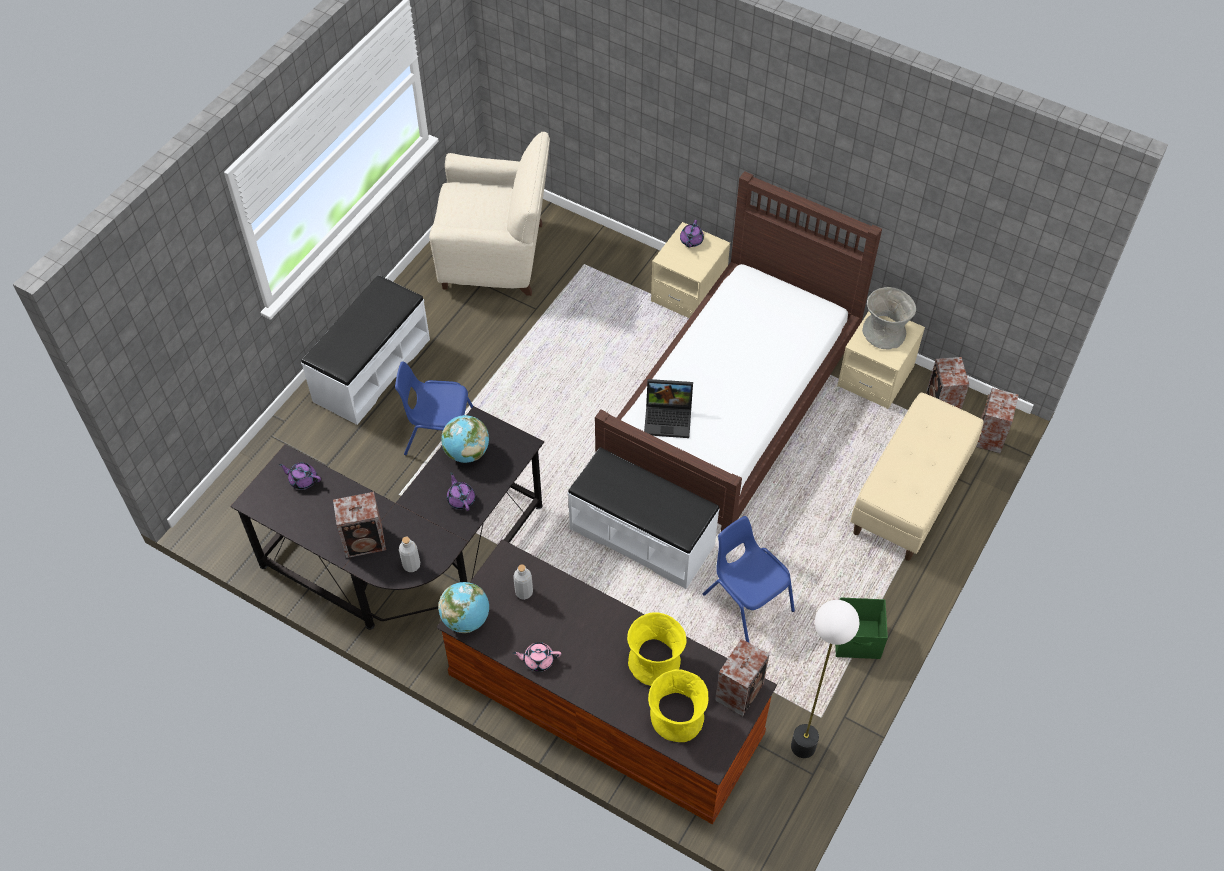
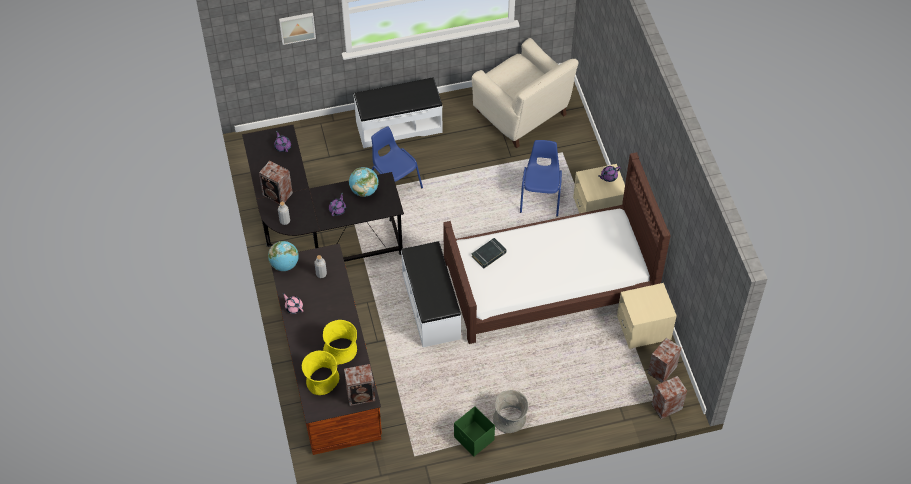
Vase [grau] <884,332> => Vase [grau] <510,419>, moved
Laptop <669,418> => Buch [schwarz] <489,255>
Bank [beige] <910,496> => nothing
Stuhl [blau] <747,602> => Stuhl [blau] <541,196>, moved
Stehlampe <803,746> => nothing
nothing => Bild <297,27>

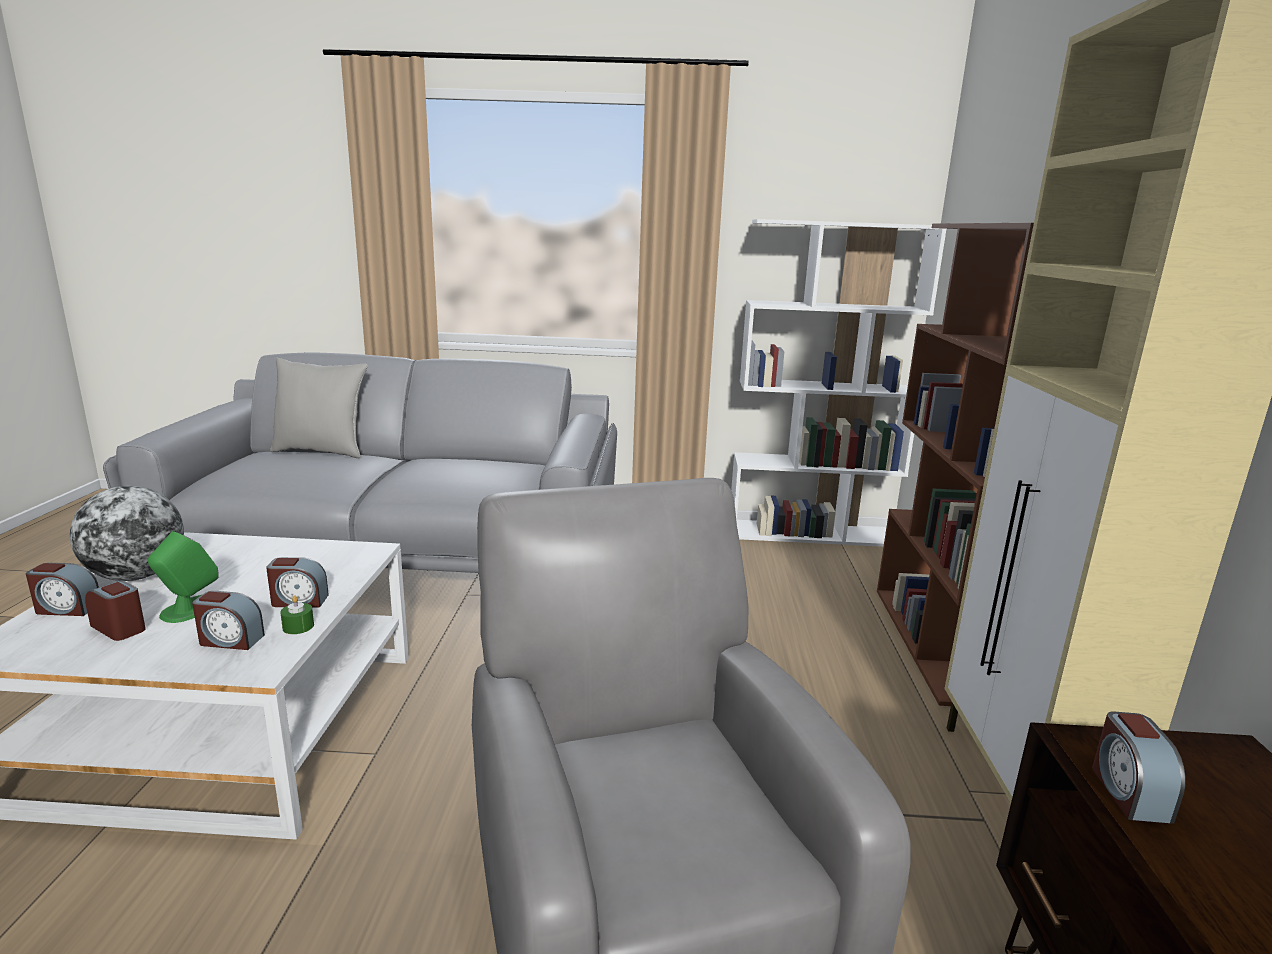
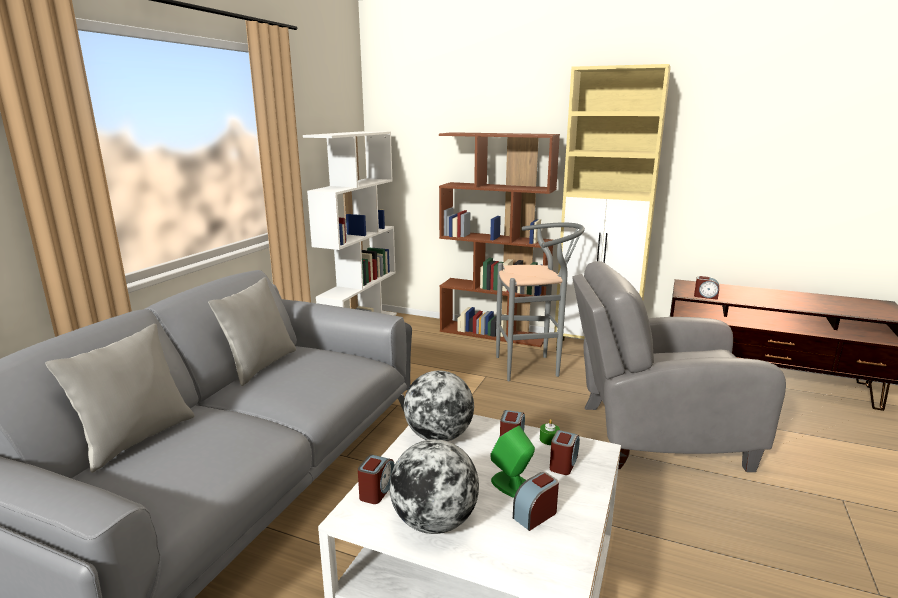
Wecker <67,608> => Wecker <377,490>, moved
nothing => Hocker [grau] <533,367>
nothing => Kissen [grau] <260,365>
nothing => Globus <439,436>

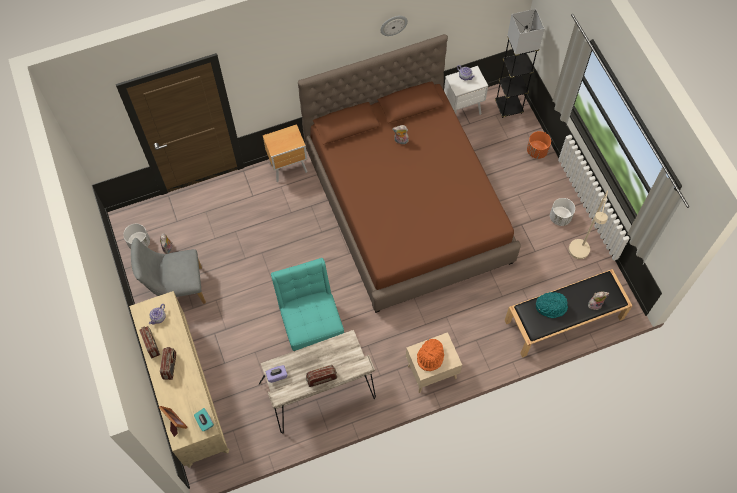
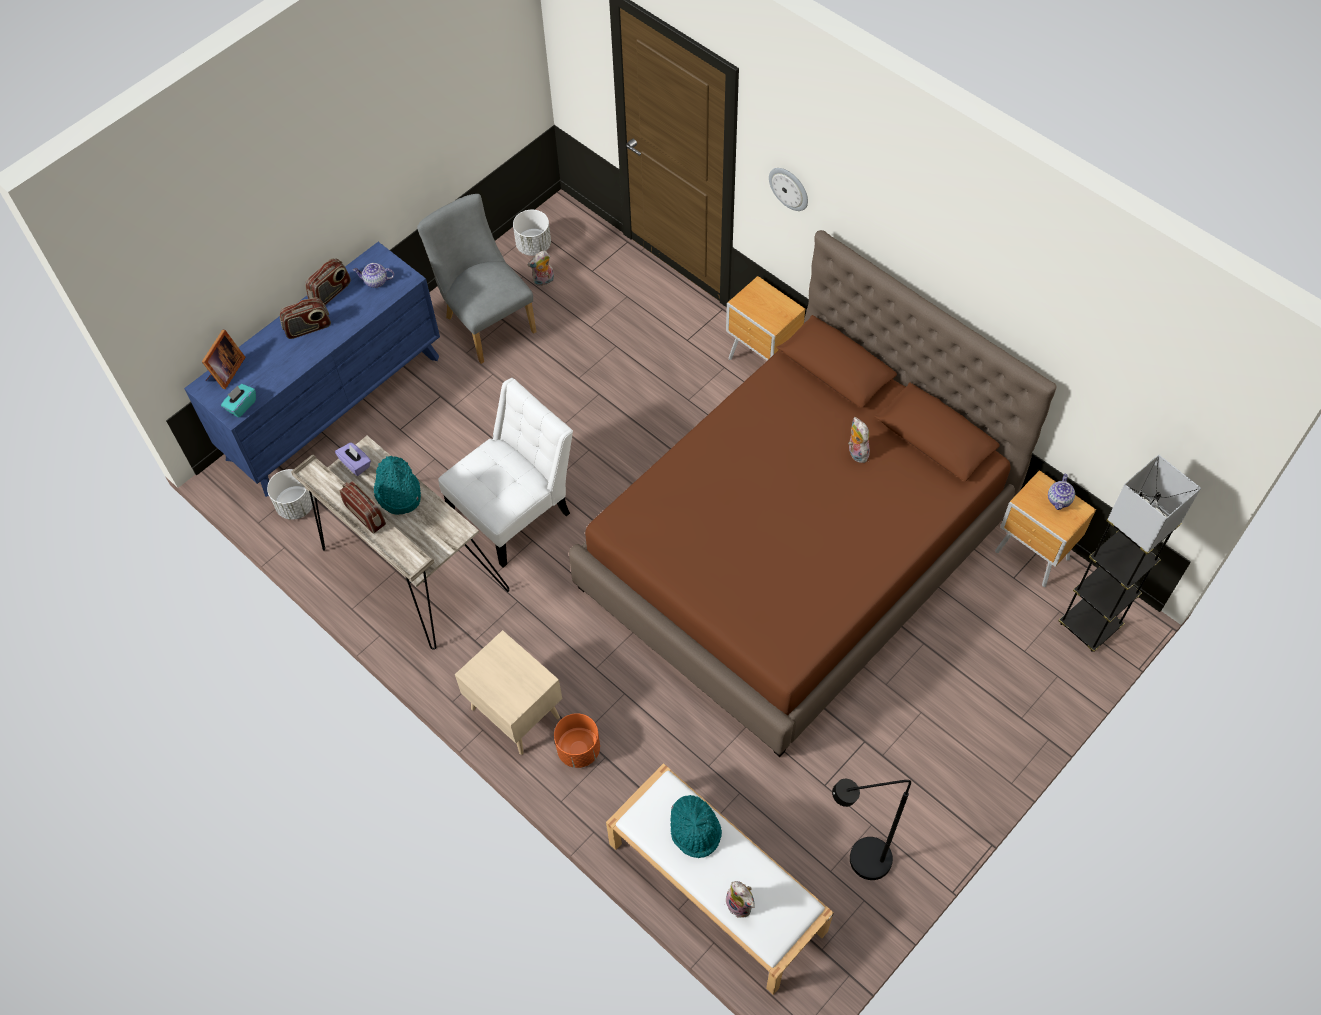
Wanduhr <393,25> => Wanduhr <789,188>, moved
Nachttisch [weiß] <463,110> => Nachttisch [braun] <1032,557>
Pflanzkübel [orange] <537,151> => Pflanzkübel [orange] <578,749>, moved
Stehlampe [beige] <578,255> => Stehlampe [schwarz] <858,863>
Pflanzkübel [weiß] <560,217> => Pflanzkübel [weiß] <296,506>, moved
Stuhl [türkis] <311,324> => Stuhl [weiß] <515,510>
Bank [schwarz] <563,320> => Bank [weiß] <715,887>
Kommode [beige] <187,392> => Kommode [blau] <335,406>
Hut [orange] <430,357> => nothing
nothing => Hut [türkis] <398,493>

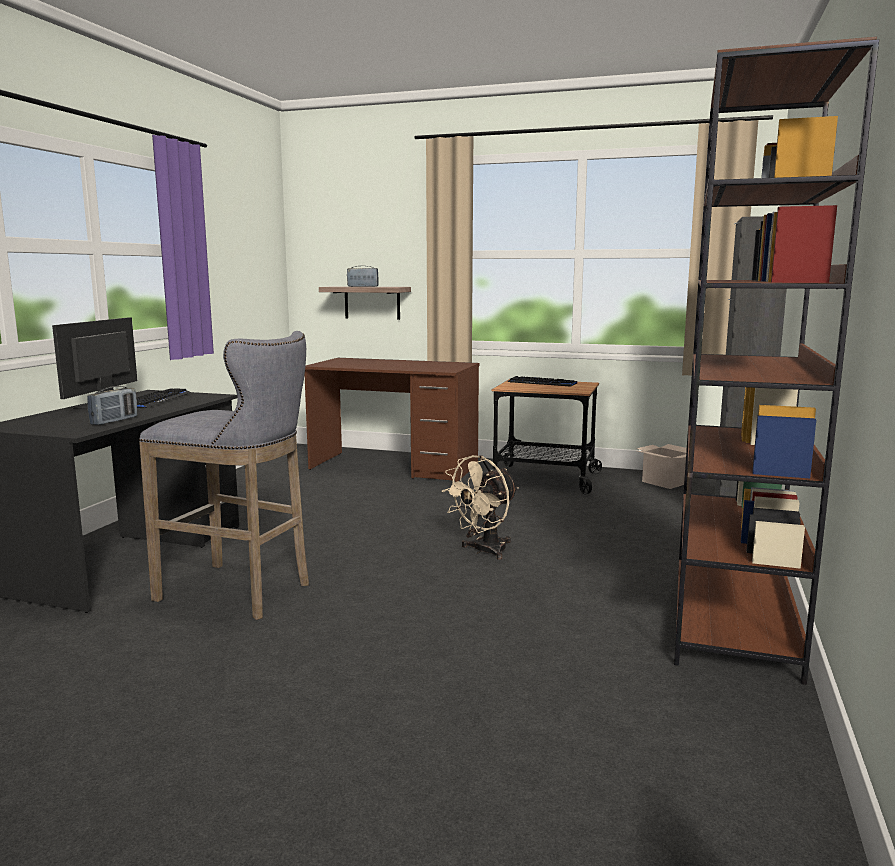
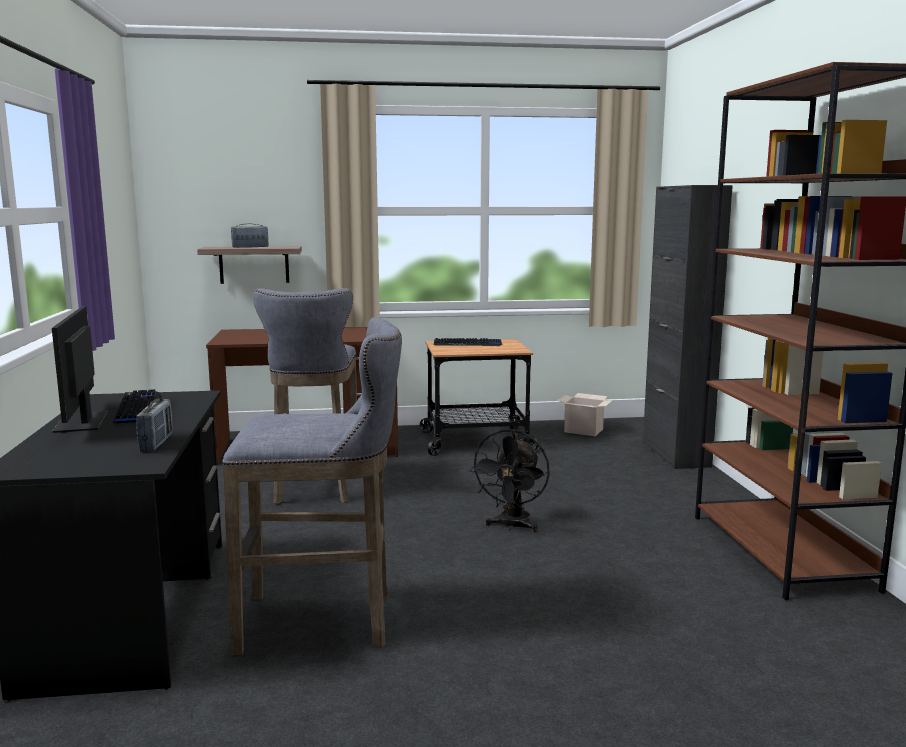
Ventilator [beige] <484,551> => Ventilator [schwarz] <512,526>
nothing => Hocker [grau] <316,488>

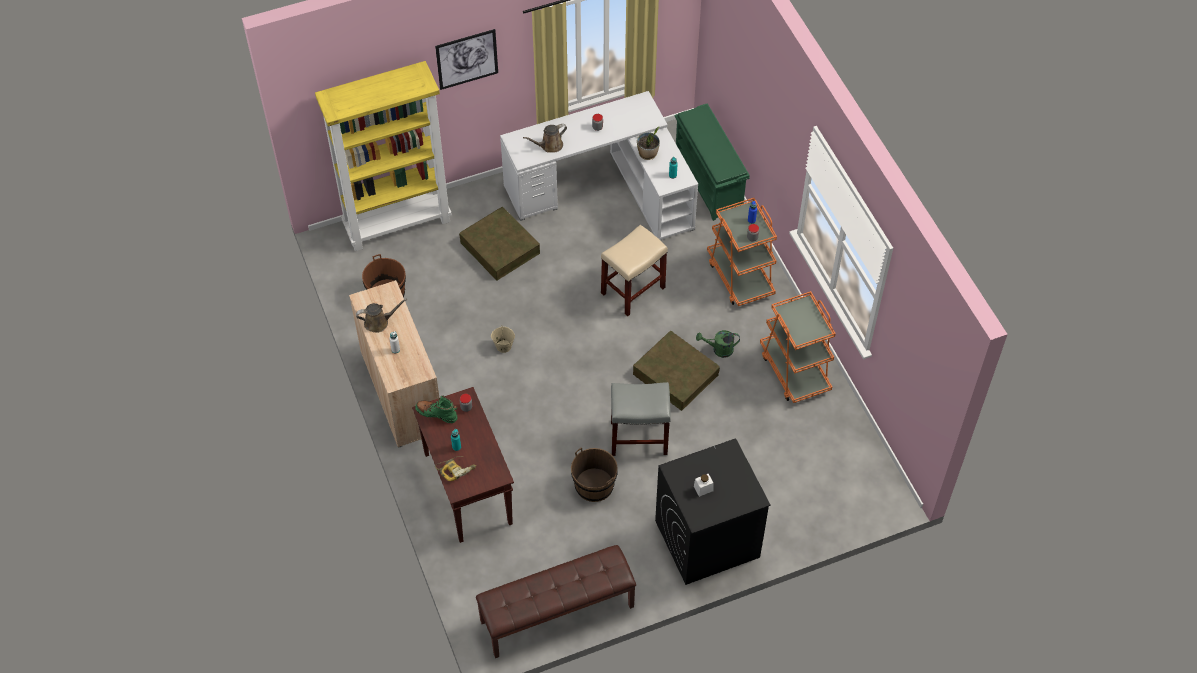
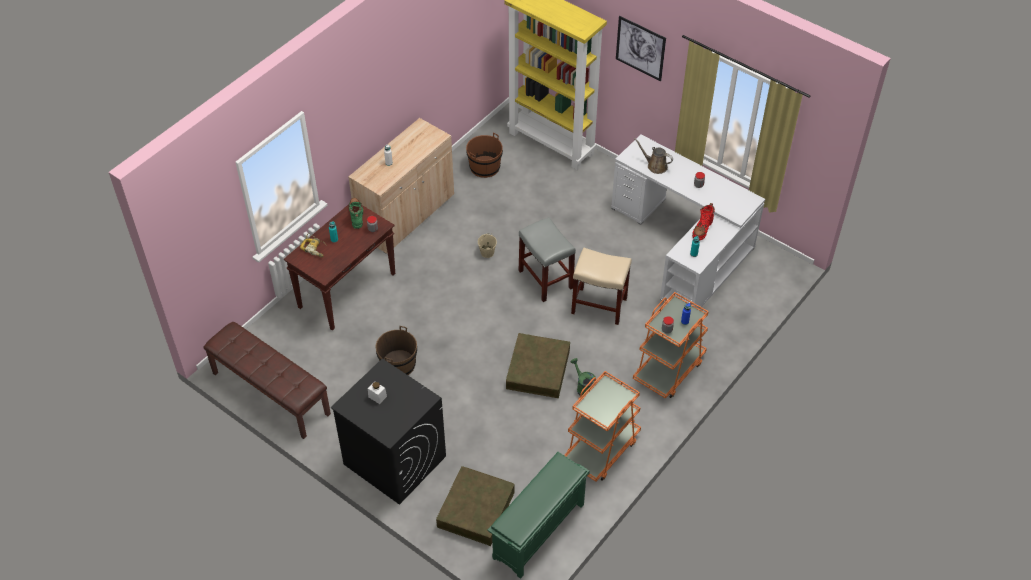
Schuhregal [grün] <709,182> => Schuhregal [grün] <538,532>, moved
Topfpflanze <648,154> => Stiefel [rot] <702,229>
Aufbewahrungsbox [braun] <500,248> => Aufbewahrungsbox [braun] <475,509>, moved
Gießkanne [braun] <379,322> => nothing
Hocker [grau] <638,438> => Hocker [grau] <545,279>, moved

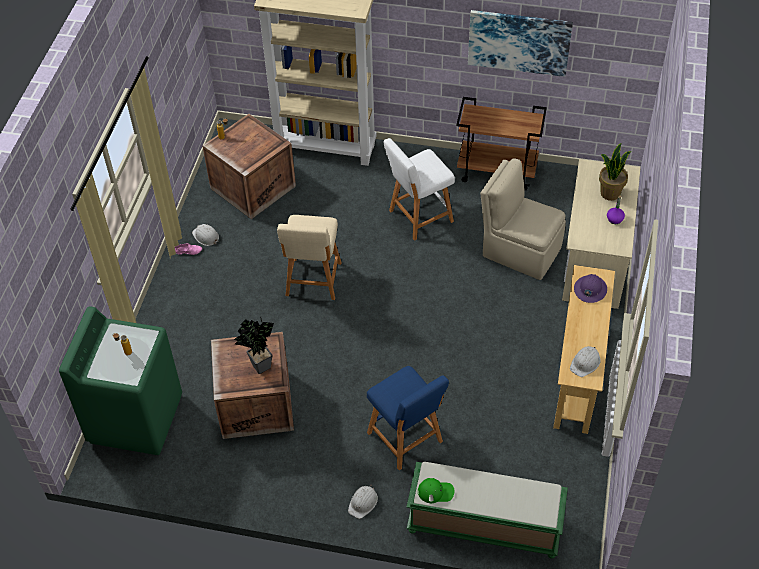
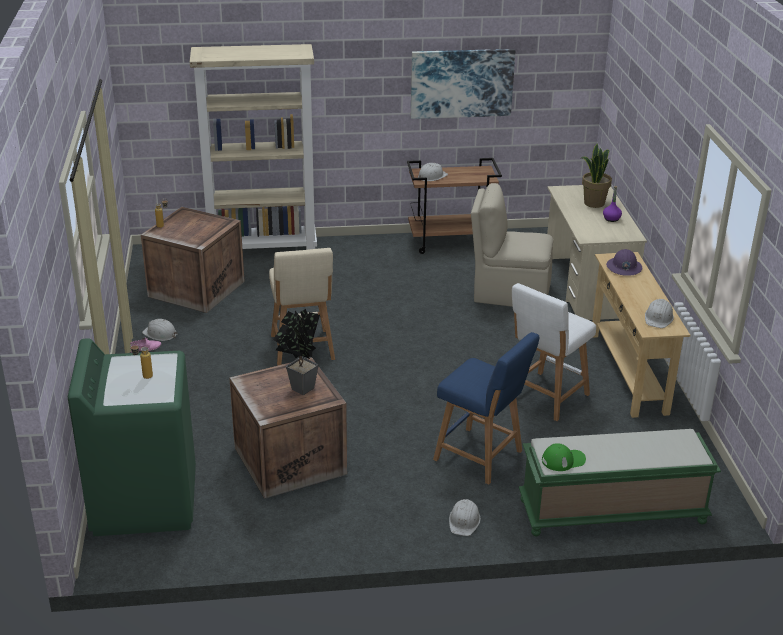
Hocker [weiß] <418,217> => Hocker [weiß] <545,398>, moved
nothing => Schutzhelm [weiß] <431,176>

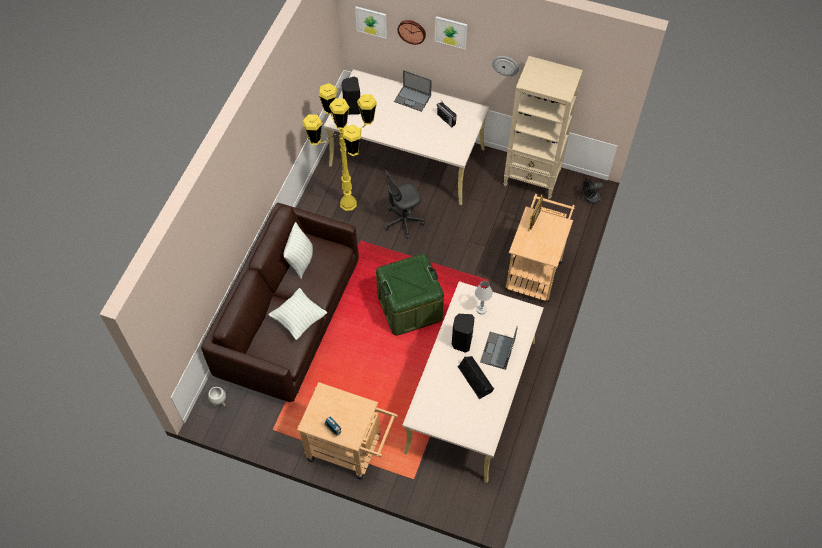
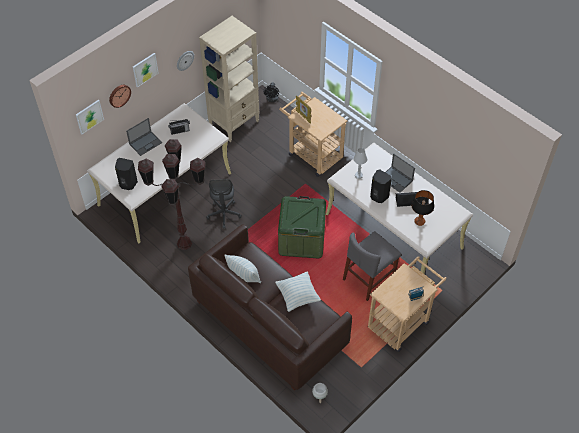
Stehlampe [gelb] <348,203> => Stehlampe [braun] <184,243>
nothing => Tischlampe <419,222>
nothing => Stuhl [grau] <369,278>

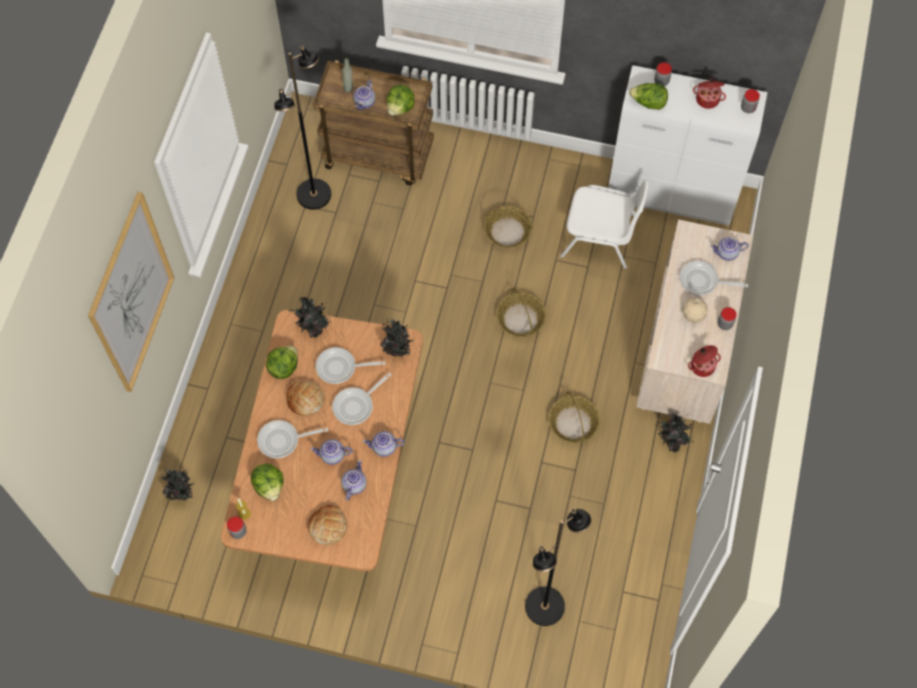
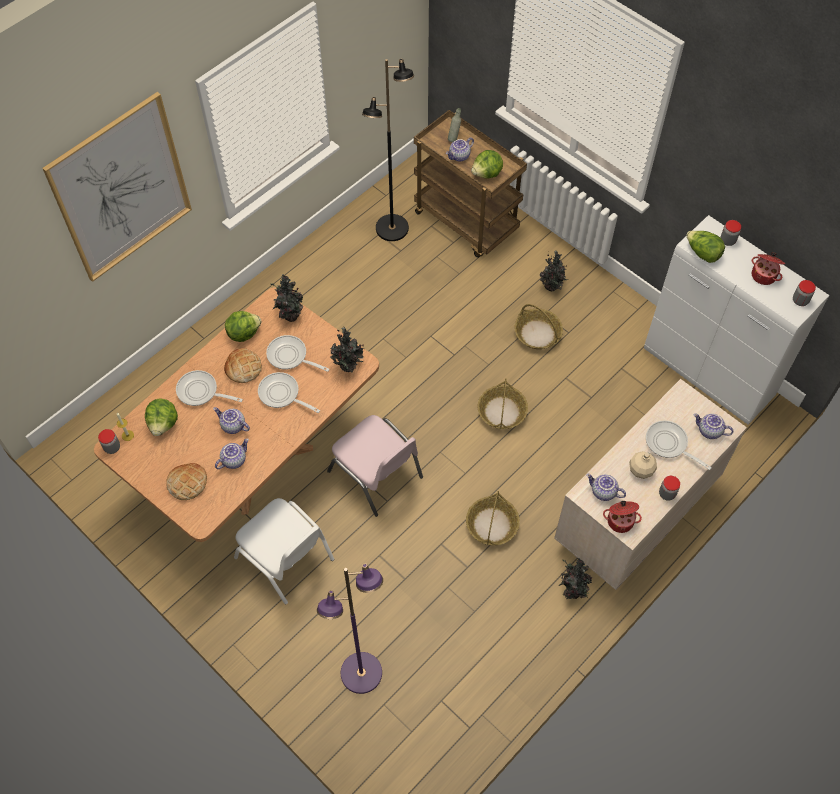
Stuhl [weiß] <601,238> => Stuhl [weiß] <286,559>, moved
Pfanne <356,405> => Pfanne <282,395>, 45 degrees clockwise
Teekanne <384,448> => Teekanne <603,492>, moved
Topfpflanze <182,494> => Topfpflanze <552,287>, moved
Stehlampe [schwarz] <545,607> => Stehlampe [lila] <361,674>
nothing => Stuhl [rosa] <376,475>

